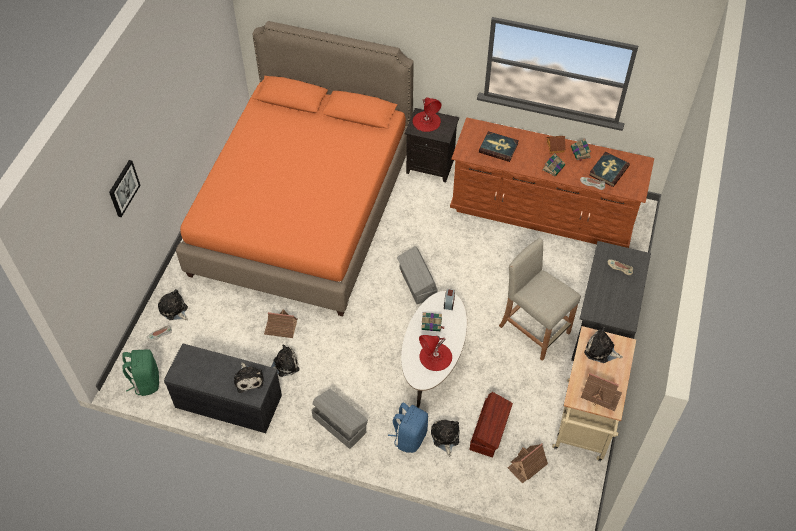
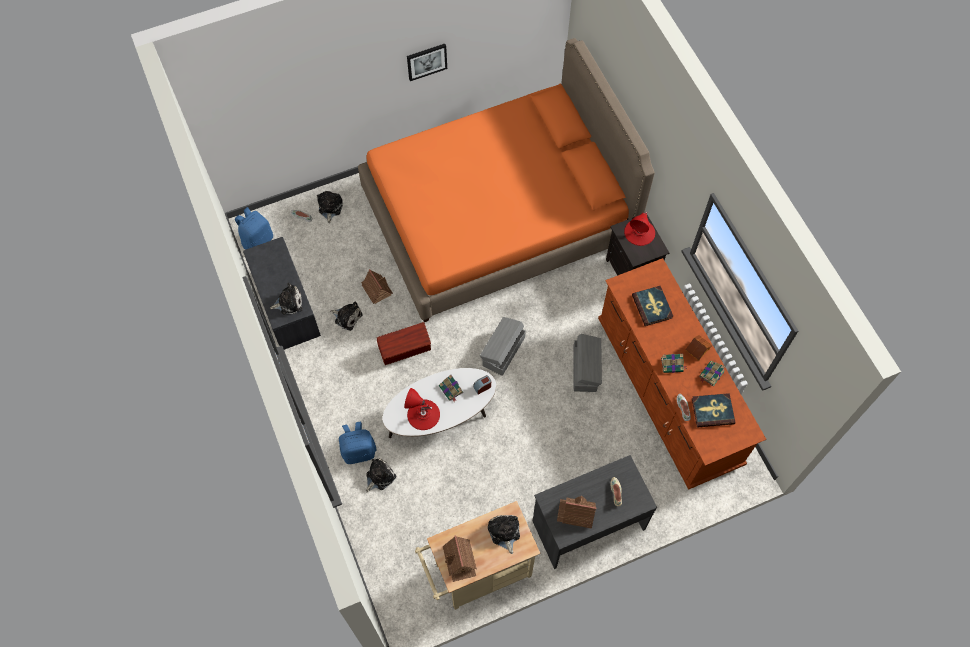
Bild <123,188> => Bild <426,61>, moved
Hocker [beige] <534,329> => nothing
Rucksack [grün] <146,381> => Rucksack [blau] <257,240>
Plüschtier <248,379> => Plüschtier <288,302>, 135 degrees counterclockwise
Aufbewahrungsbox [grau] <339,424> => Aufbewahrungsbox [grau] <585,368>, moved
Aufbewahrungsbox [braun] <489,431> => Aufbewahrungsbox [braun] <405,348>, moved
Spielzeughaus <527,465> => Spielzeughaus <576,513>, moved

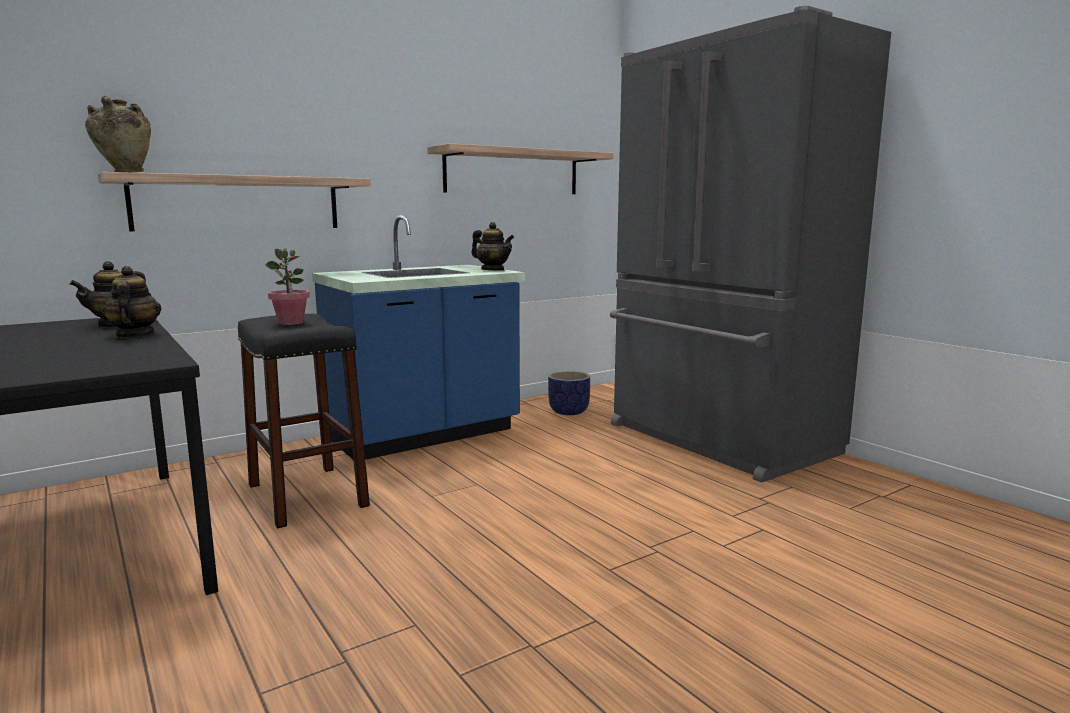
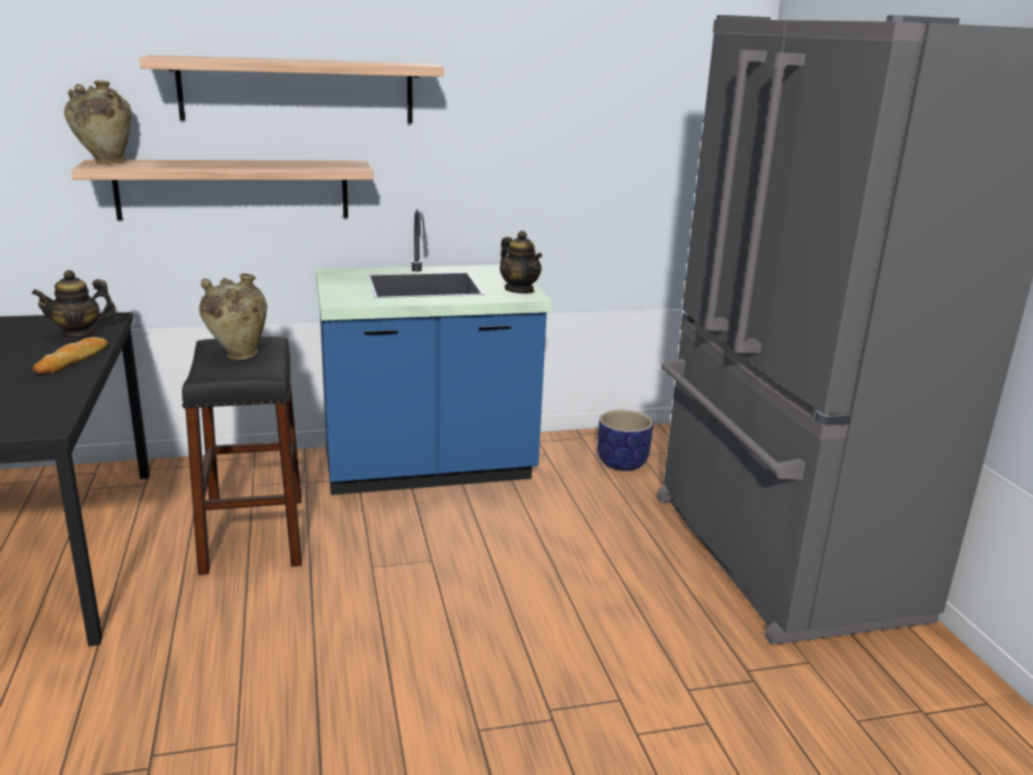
Wandregal <512,172> => Wandregal <298,90>, moved
Topfpflanze <291,323> => Vase [beige] <238,355>
Teekanne <134,335> => Brot <73,360>

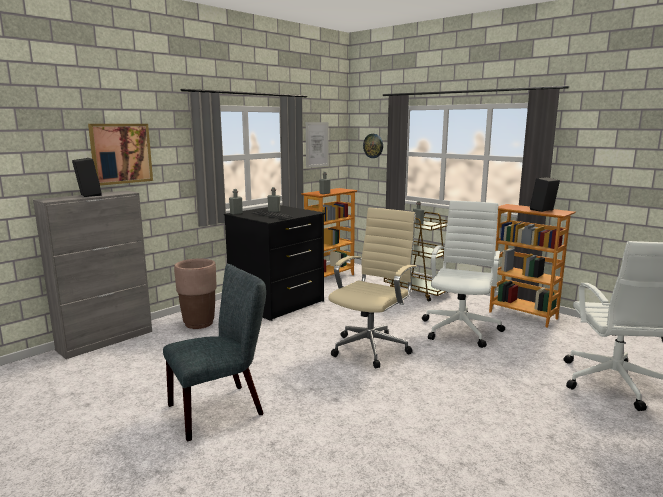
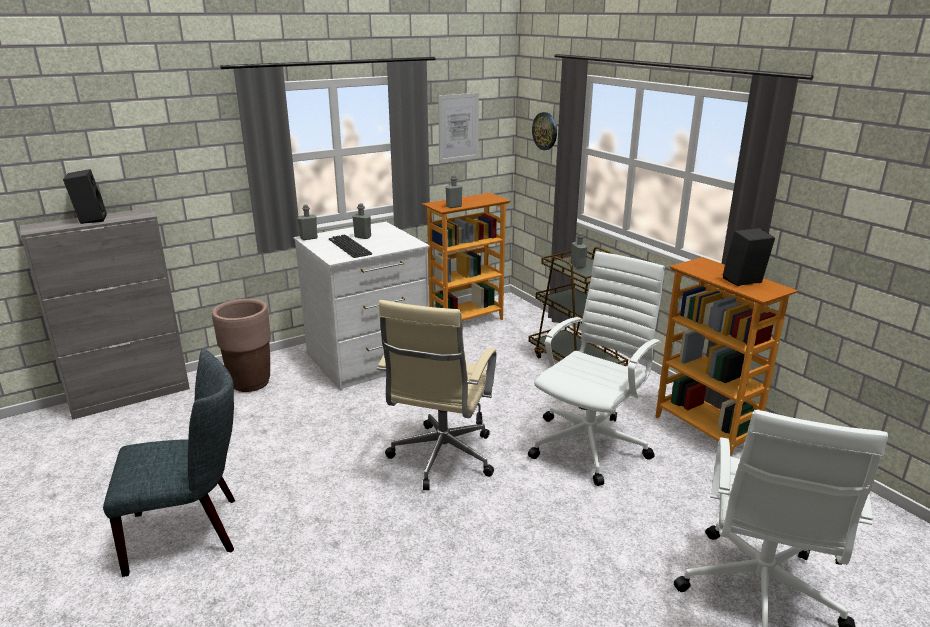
Bild <121,153> => nothing
Kommode [schwarz] <278,303> => Kommode [weiß] <368,360>
Bürostuhl [beige] <372,347> => Bürostuhl [beige] <441,460>, 150 degrees clockwise

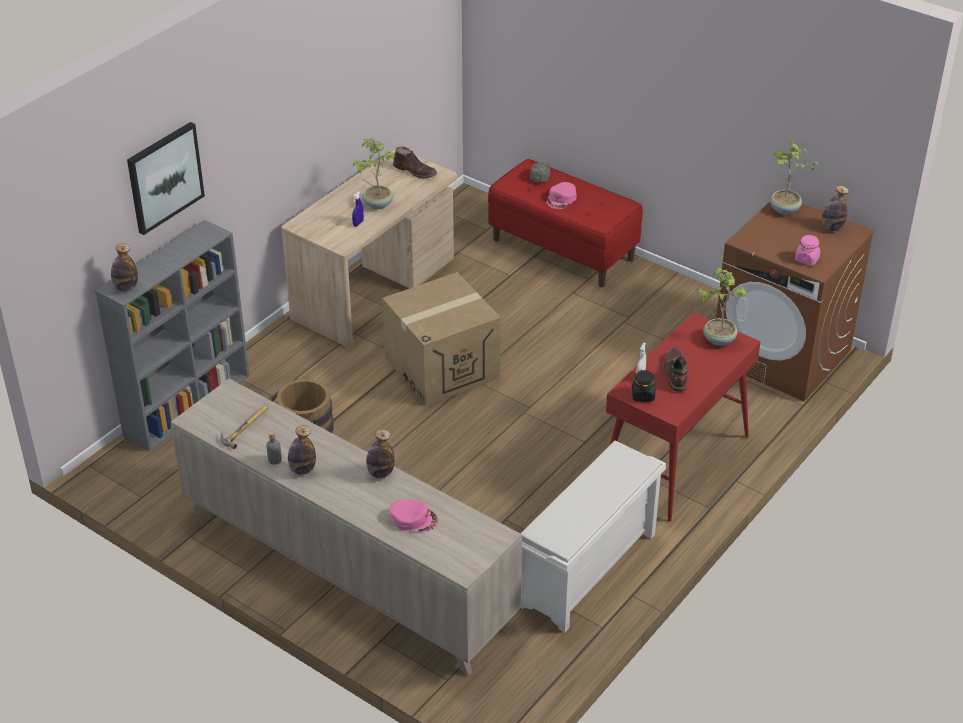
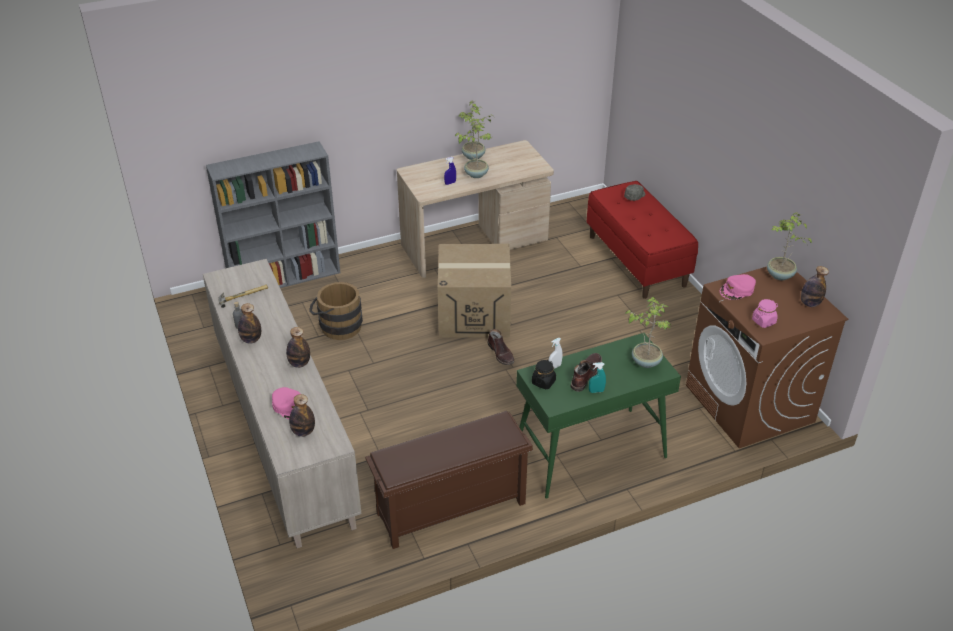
Bild <164,177> => nothing
Stiefel [braun] <415,171> => Stiefel [braun] <501,354>, moved
Kappe [rosa] <561,199> => Kappe [rosa] <737,290>, moved
Flasche <126,288> => Flasche <303,431>, moved
Konsolentisch [rot] <674,462> => Konsolentisch [grün] <589,453>
Schuhregal [weiß] <588,571> => Schuhregal [braun] <450,509>
nothing => Topfpflanze <473,157>
nothing => Sprühflasche [türkis] <596,391>

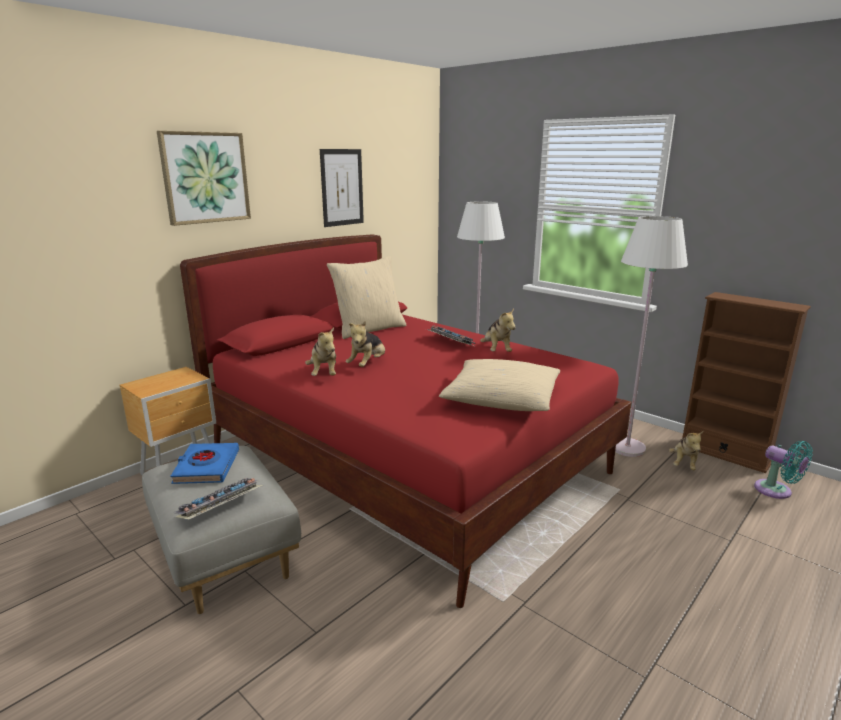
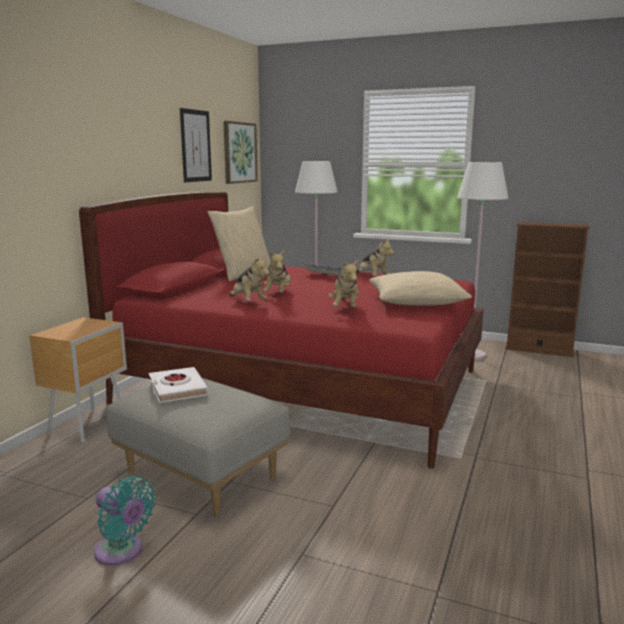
Bild <205,177> => Bild <239,152>, moved
Plüschtier <684,464> => Plüschtier <345,308>, moved
Ventilator [türkis] <776,491> => Ventilator [türkis] <122,552>, moved
Buch [blau] <206,467> => Buch [weiß] <177,389>
Tastatur <220,508> => nothing

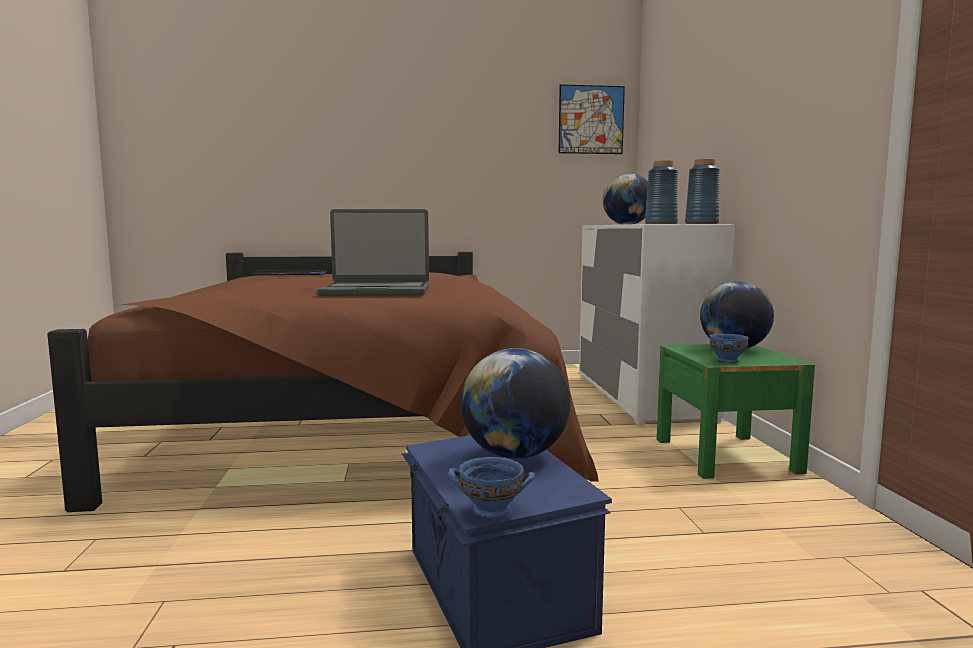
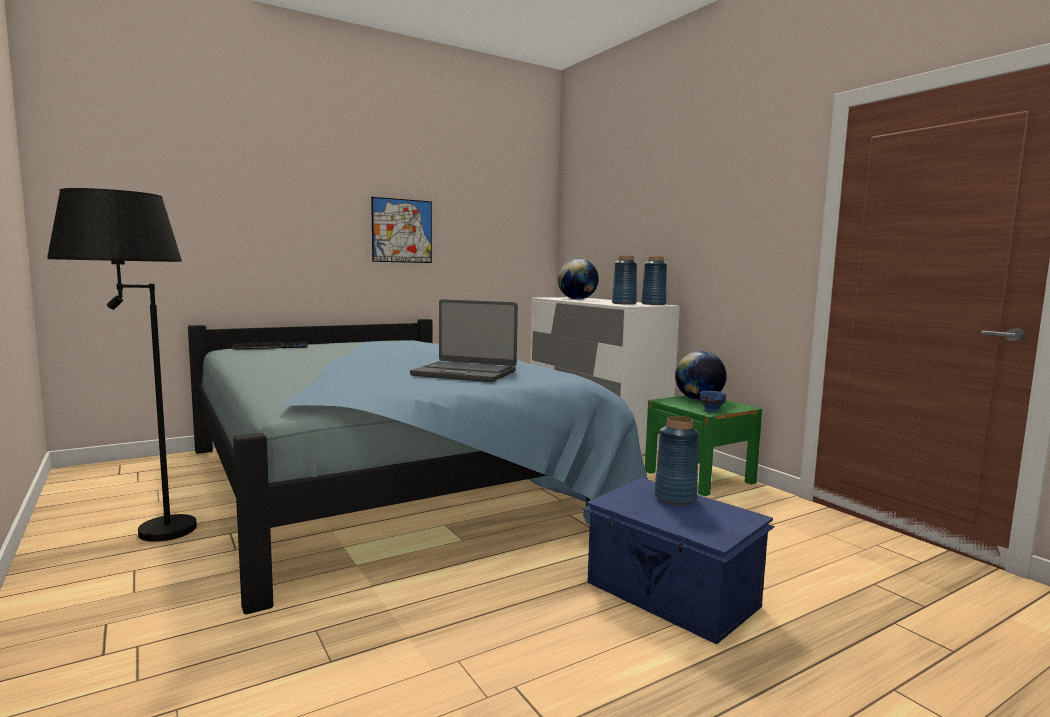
Bild <591,120> => Bild <402,231>, moved
Laptop <376,292> => Laptop <465,373>, 45 degrees clockwise
Bett [braun] <353,417> => Bett [blau] <390,483>
Globus <515,455> => Vase [blau] <675,498>
Schüssel [blau] <492,510> => nothing
nothing => Stehlampe [schwarz] <137,531>

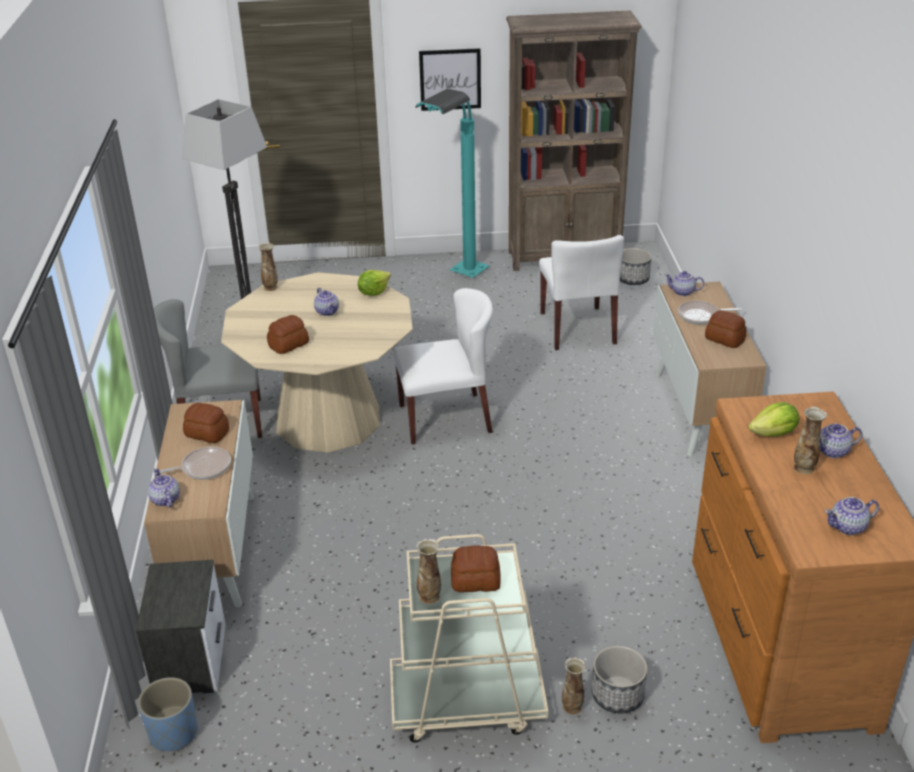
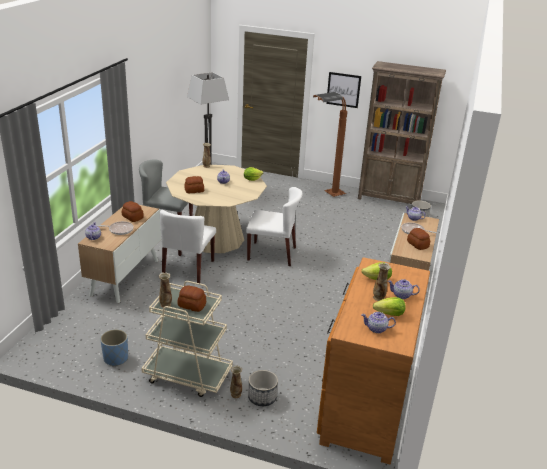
Stehlampe [türkis] <458,279> => Stehlampe [braun] <325,196>
Stuhl [weiß] <577,328> => Stuhl [weiß] <188,269>, moved
Nachttisch <191,659> => nothing
Pflanzkübel [blau] <173,733> => Pflanzkübel [blau] <115,358>, moved
nothing => Salatkopf <389,314>

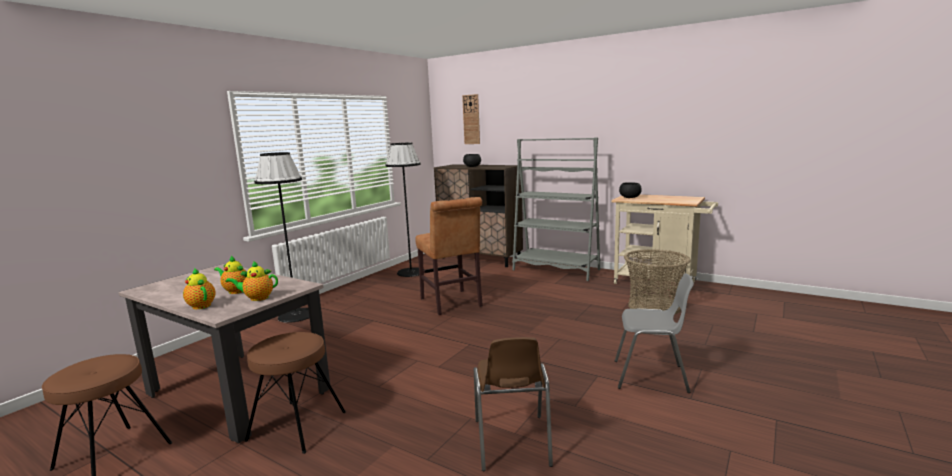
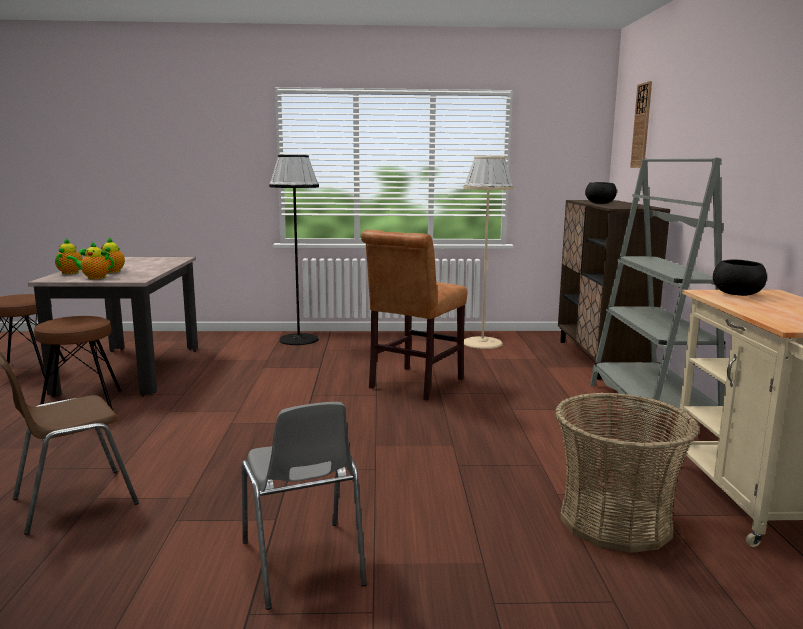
Stehlampe [schwarz] <410,272> => Stehlampe [beige] <482,343>
Teekanne <257,298> => Teekanne <94,277>, 45 degrees counterclockwise

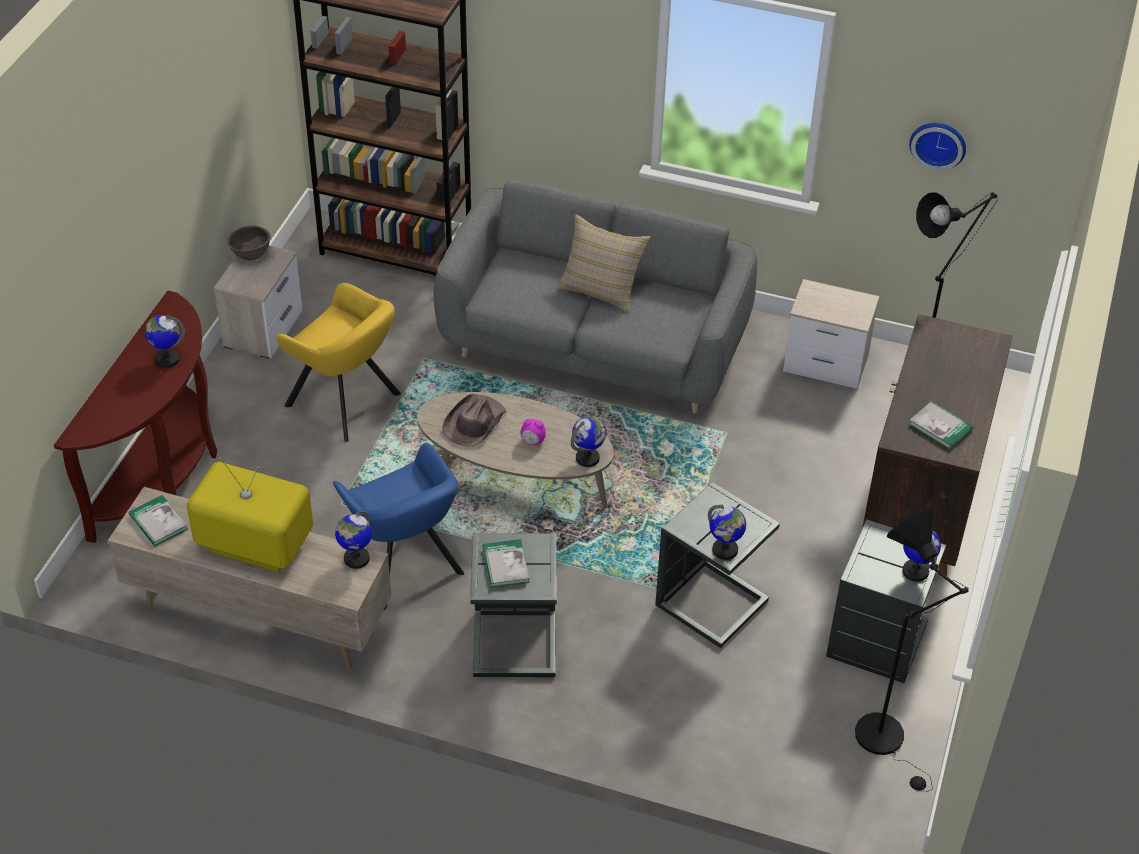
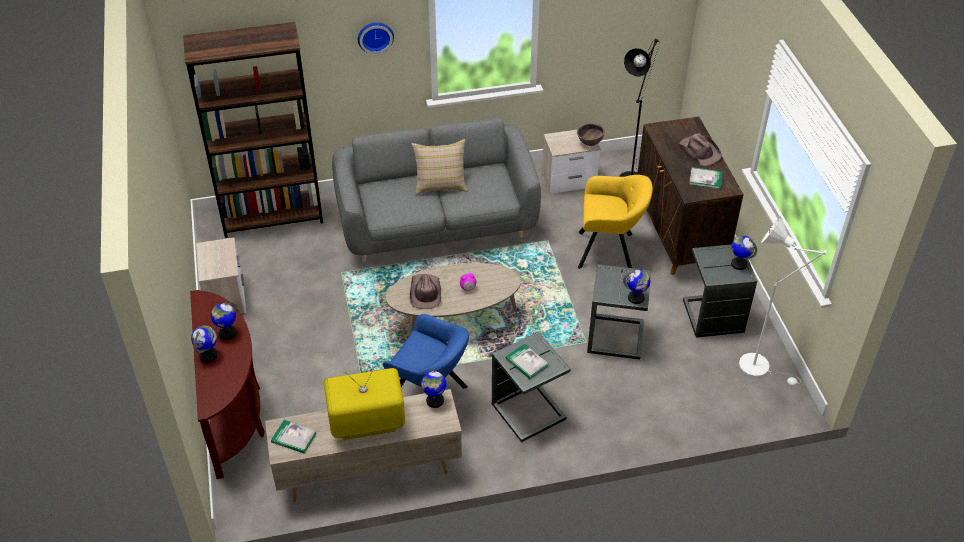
Wanduhr <938,143> => Wanduhr <375,36>, moved
Schüssel [braun] <251,256> => Schüssel [braun] <589,143>, moved
Sessel [gelb] <346,403> => Sessel [gelb] <609,251>, moved
Globus <588,458> => Globus <208,355>, moved
Stehlampe [schwarz] <887,741> => Stehlampe [weiß] <760,367>
nothing => Hut [braun] <699,151>

